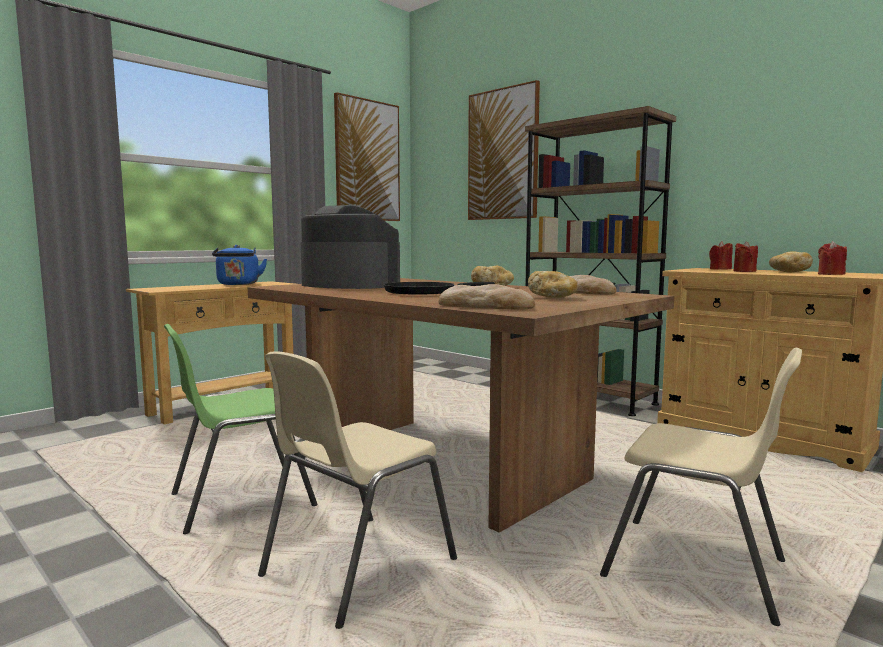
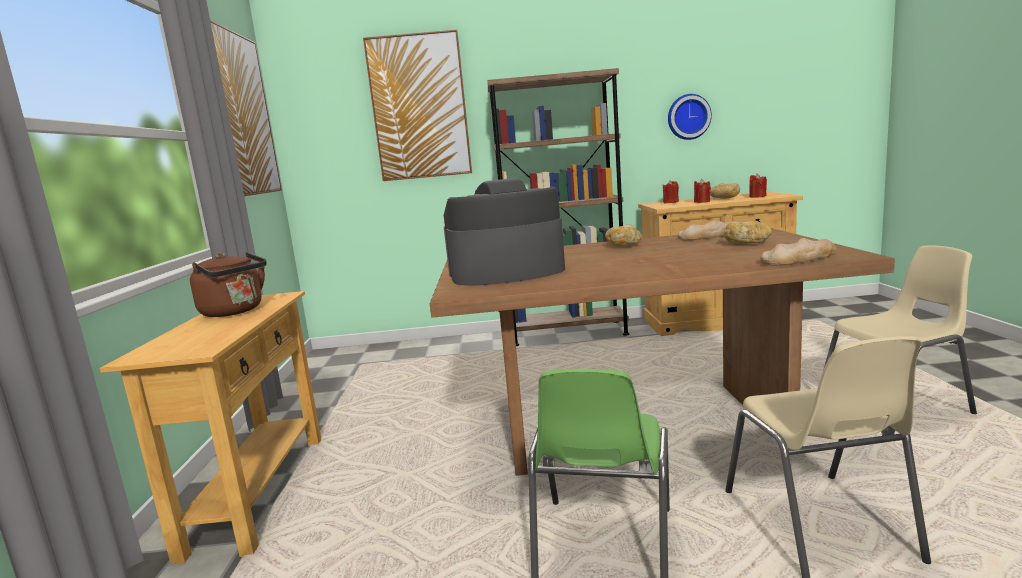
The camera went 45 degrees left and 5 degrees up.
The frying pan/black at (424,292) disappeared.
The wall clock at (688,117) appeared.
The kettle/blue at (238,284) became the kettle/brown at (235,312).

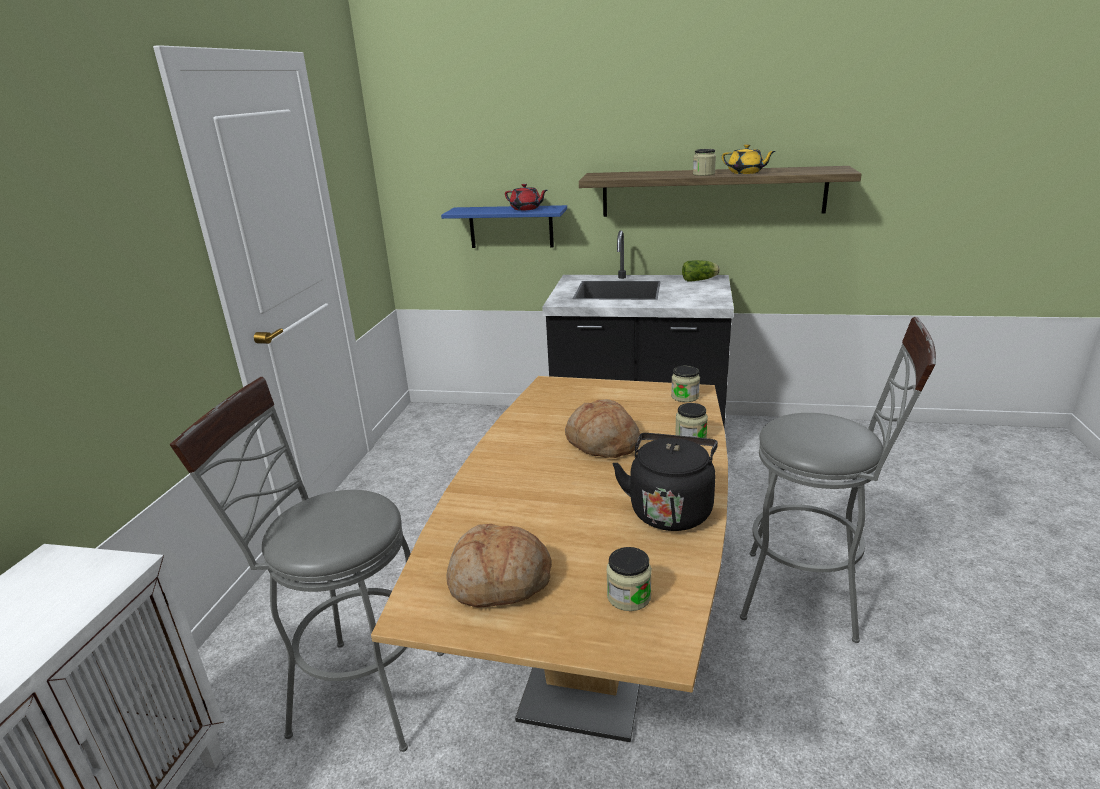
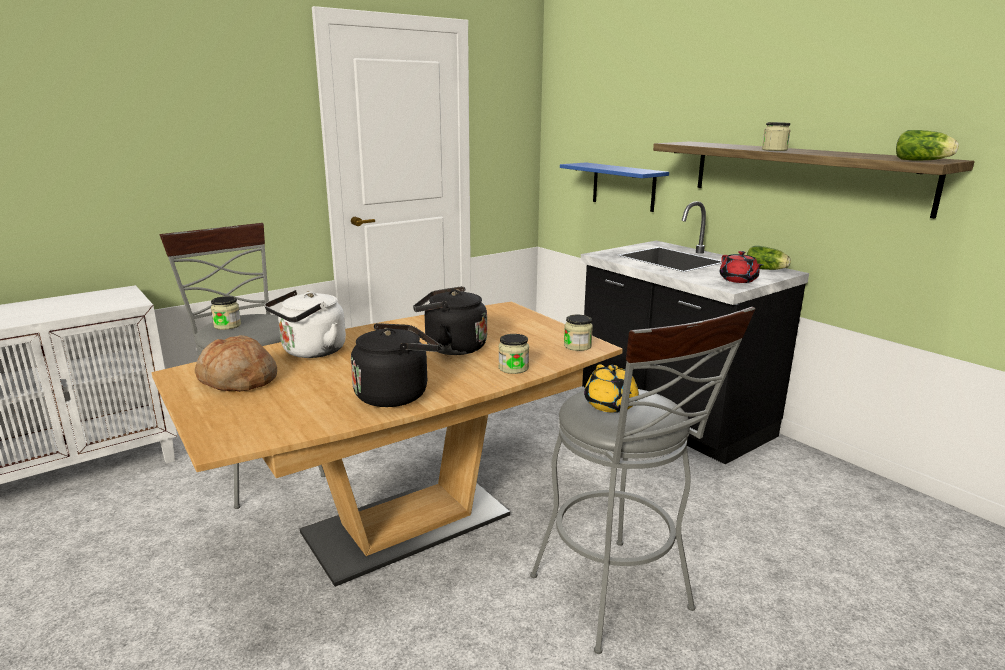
The camera went 40 degrees right and 5 degrees down.
The kettle/white at (311,352) appeared.
The lettuce at (923,160) appeared.
The teapot/red moved from (526,209) to (738,280).
The jar moved from (629,596) to (227,325).
The teapot/yellow moved from (746,173) to (610,405).
The bread at (602,443) was replaced by the kettle/black at (451,347).

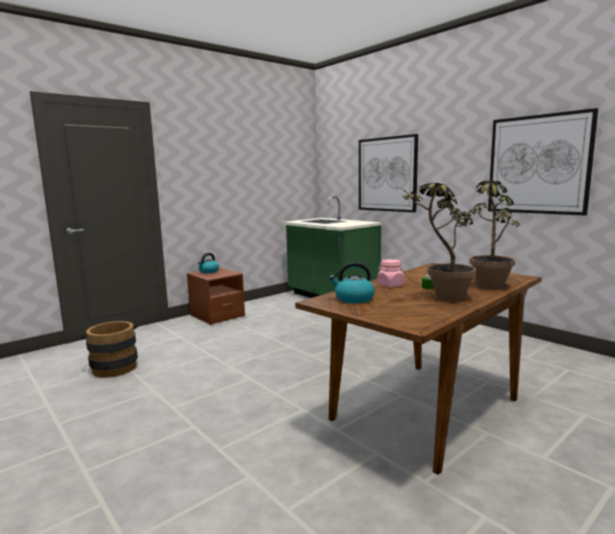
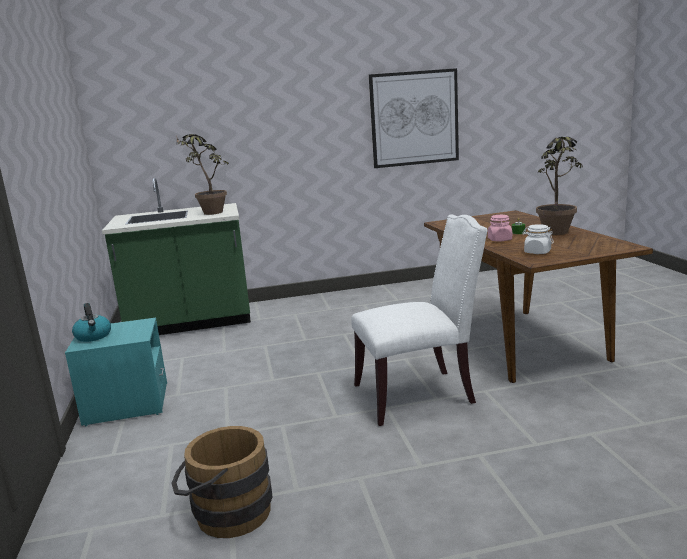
The camera went 60 degrees left and 5 degrees up.
The picture at (387,174) disappeared.
The chair/white at (419,394) appeared.
The potted plant moved from (488,283) to (208,212).
The kettle at (353,299) was replaced by the jar/white at (537,252).
The nightstand/brown at (217,316) became the nightstand/turquoise at (126,404).

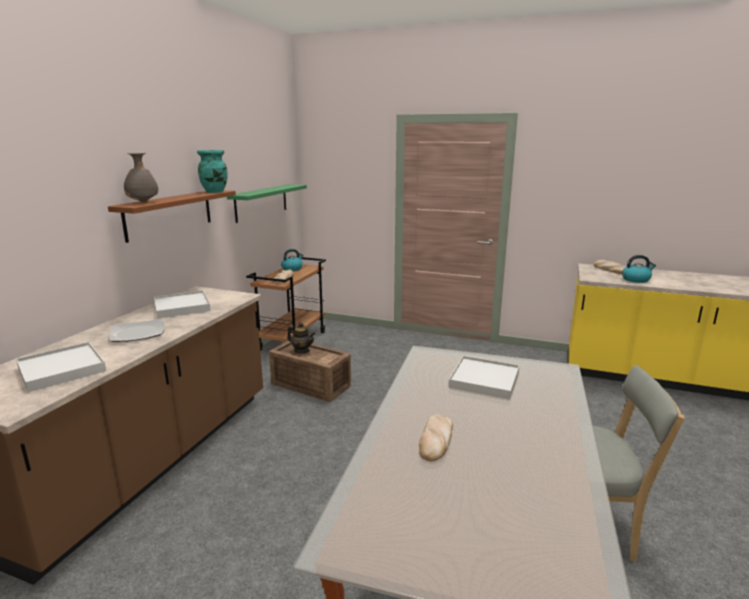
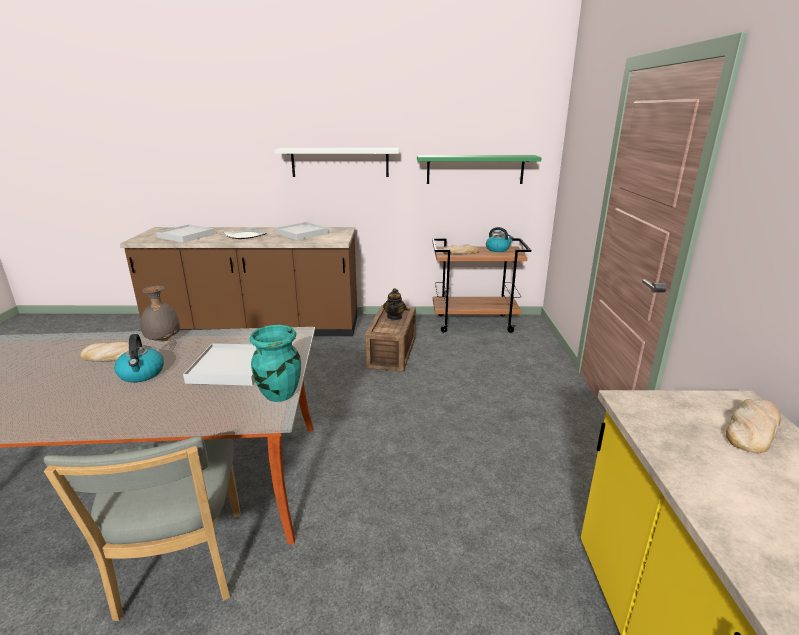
The camera went 70 degrees right and 5 degrees up.
The vase/grey moved from (143,202) to (162,340).
The vase/turquoise moved from (214,191) to (279,394).
The kettle moved from (636,279) to (142,374).
The shelf/brown at (169,214) became the shelf/white at (340,162).

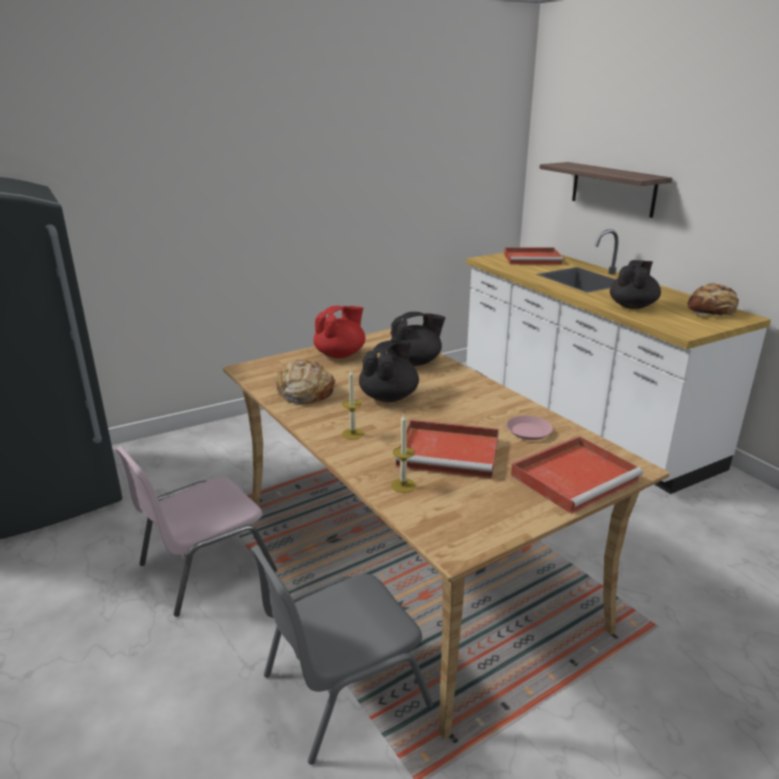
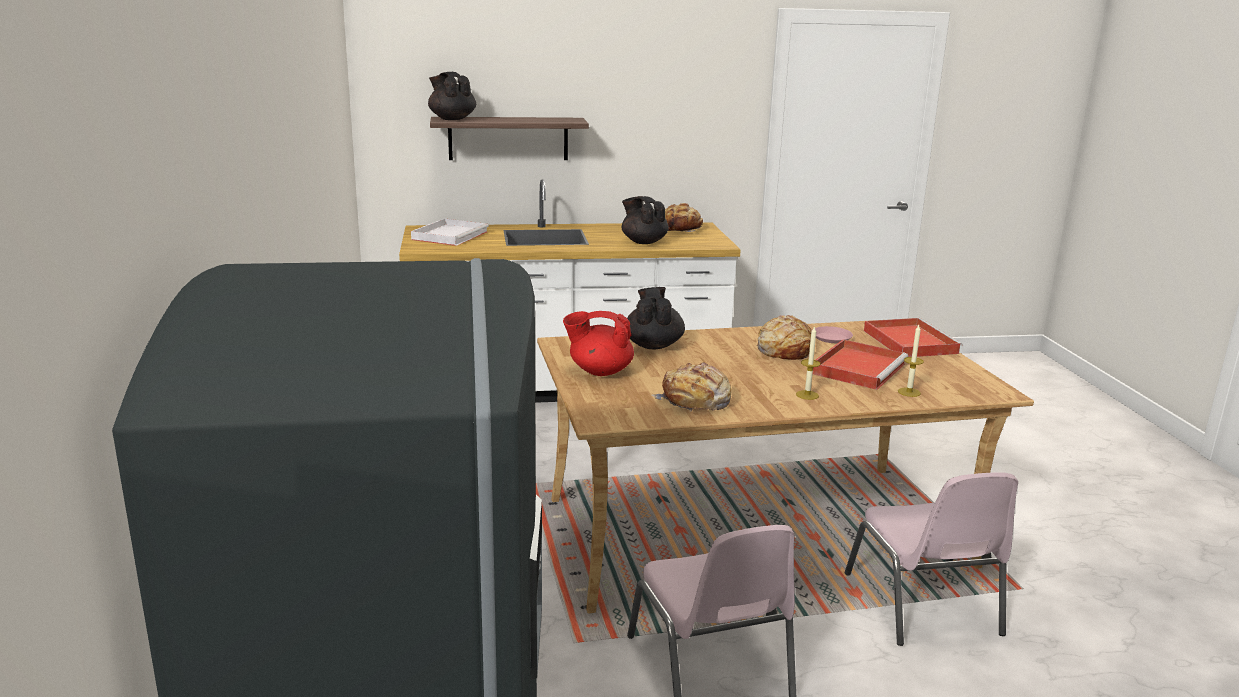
The camera went 70 degrees left and 5 degrees down.
The bread at (784,349) appeared.
The teapot/black moved from (389,397) to (452,119).
The chair/grey at (342,689) became the chair/pink at (923,605).
The tray/red at (533,259) became the tray/white at (450,235).
The teapot/red at (341,354) turned 60 degrees counterclockwise.

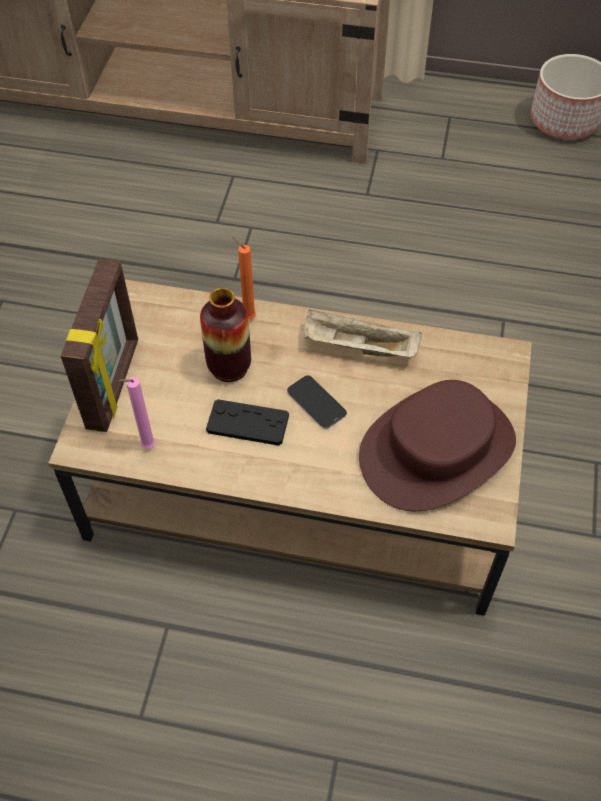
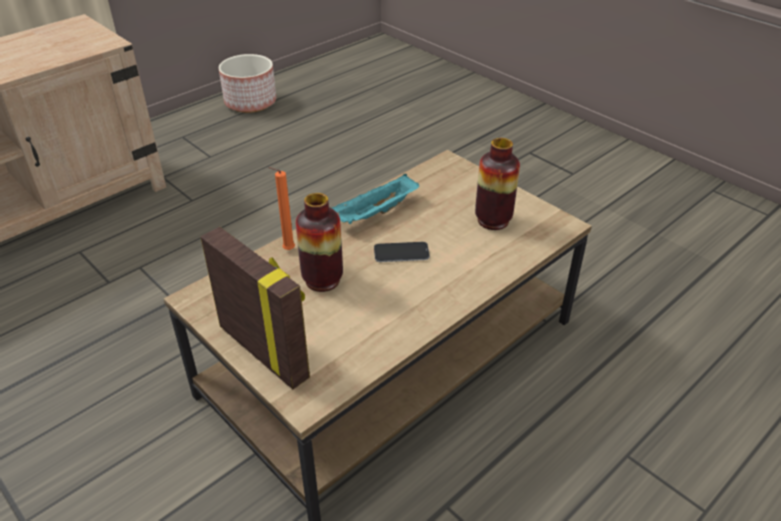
The camera went 55 degrees left and 15 degrees down.
The candle/pink at (146,447) disappeared.
The game controller/black at (248,423) disappeared.
The hat/brown at (437,450) was replaced by the vase at (493,220).
The tray/beige at (358,348) became the tray/turquoise at (375,214).

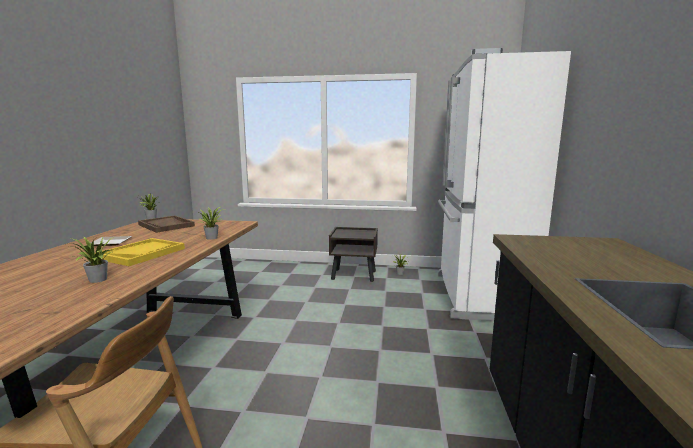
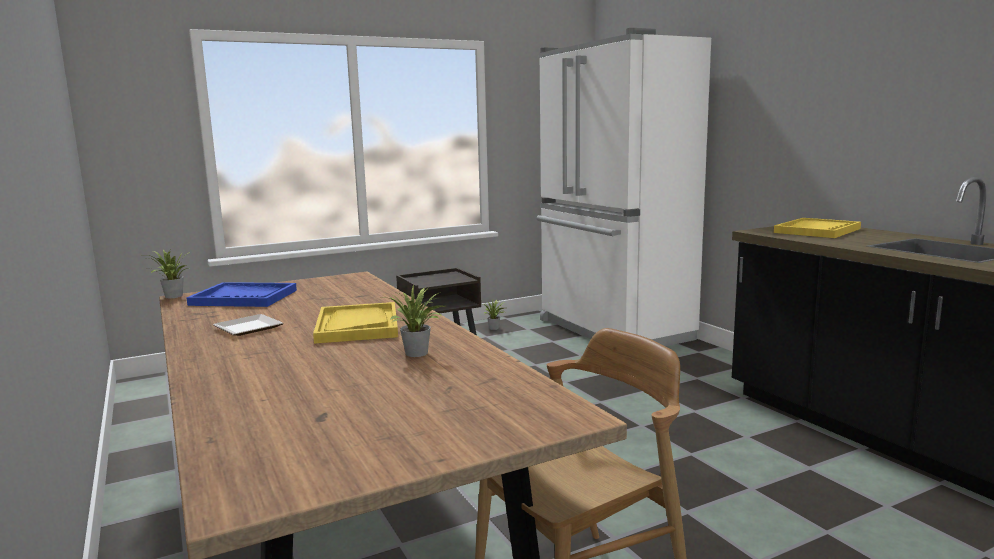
The camera went 35 degrees left and 0 degrees up.
The potted plant at (212,237) disappeared.
The tray/yellow at (817,230) appeared.
The tray/brown at (166,225) became the tray/blue at (244,297).

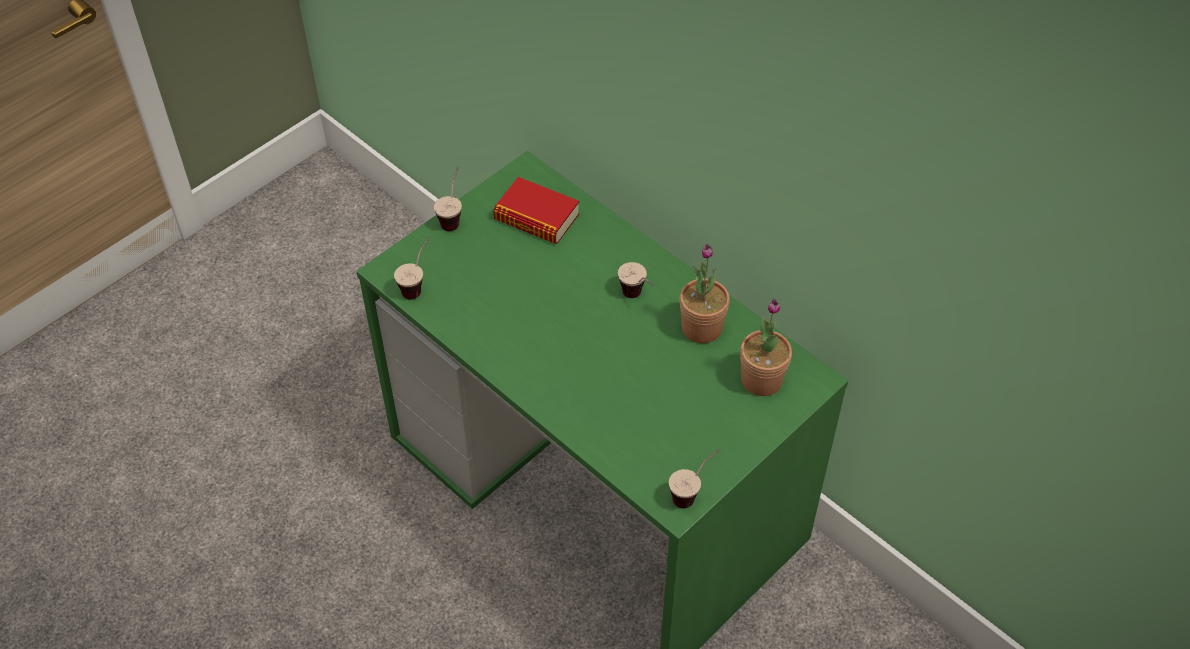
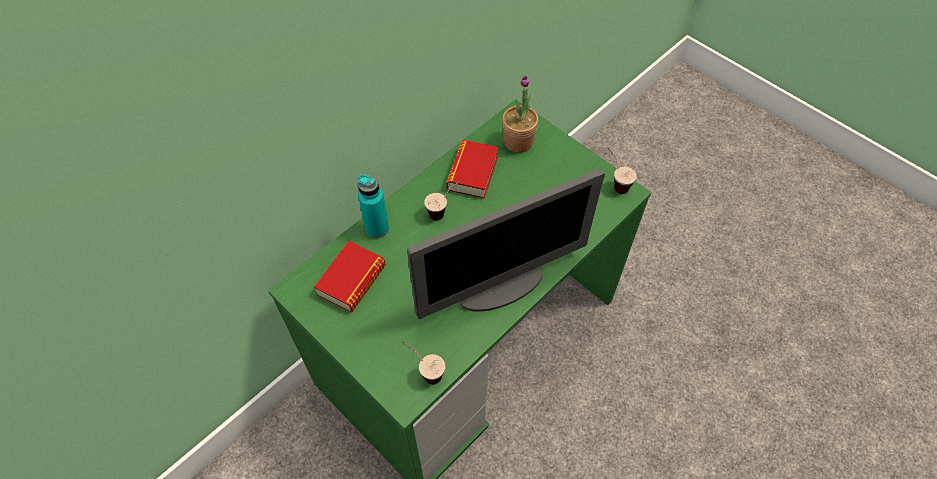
The camera went 90 degrees left and 5 degrees up.
The cup at (453,216) disappeared.
The bottle/turquoise at (377,228) appeared.
The monitor at (502,286) appeared.
The potted plant at (701,328) was replaced by the book at (472,173).

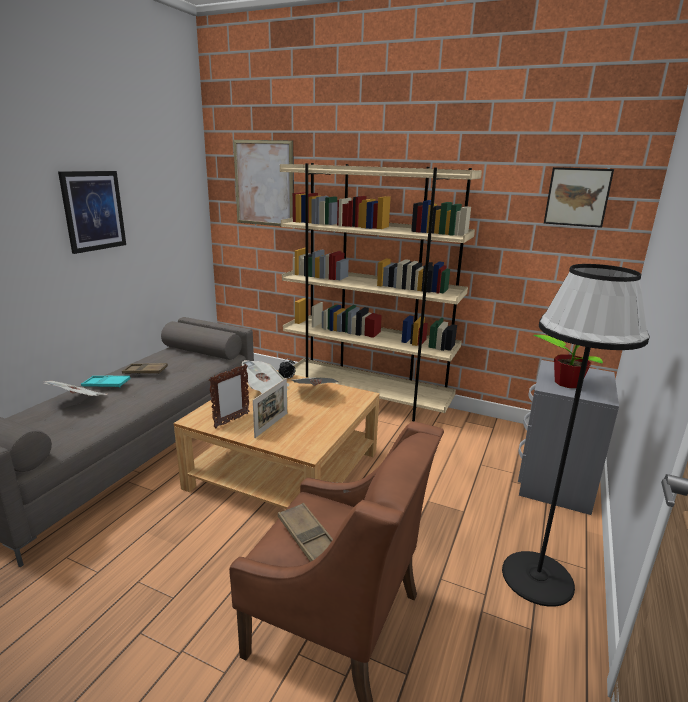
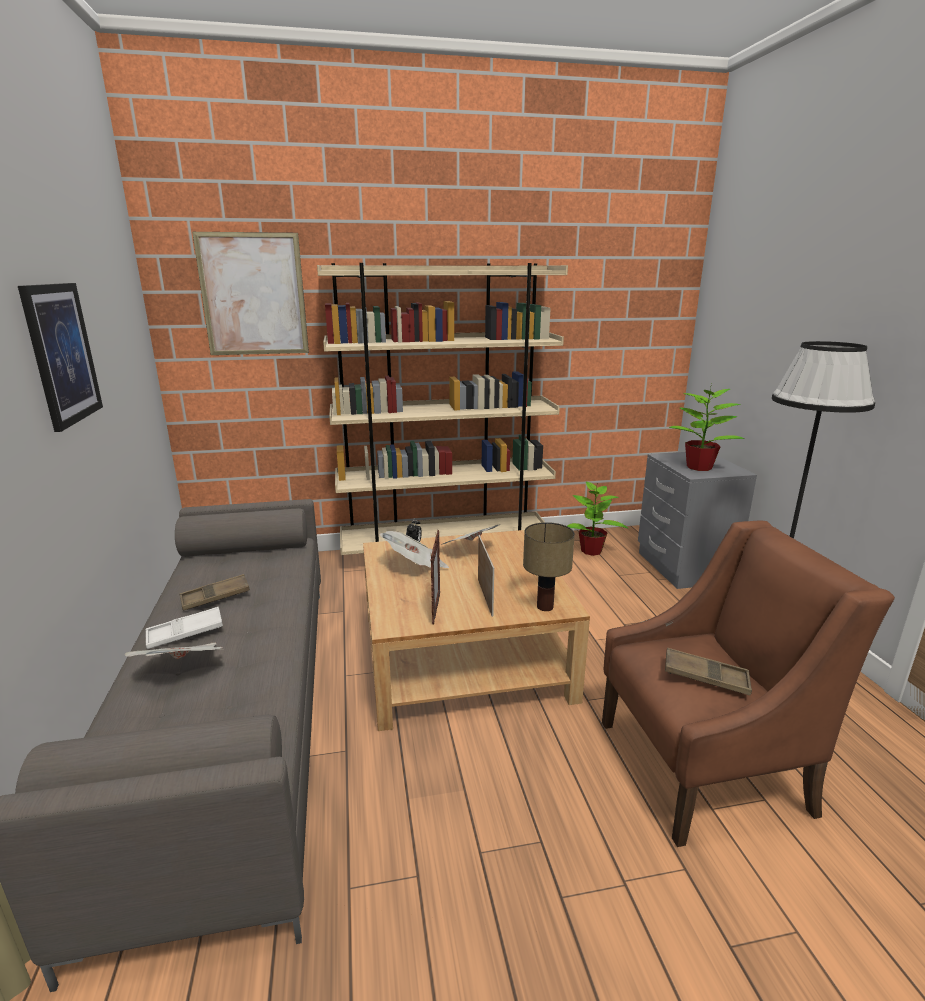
The camera went 35 degrees left and 0 degrees up.
The picture at (577,197) disappeared.
The table lamp at (546,607) appeared.
The potted plant at (591,551) appeared.
The tray/turquoise at (106,384) became the tray/white at (185,633).

